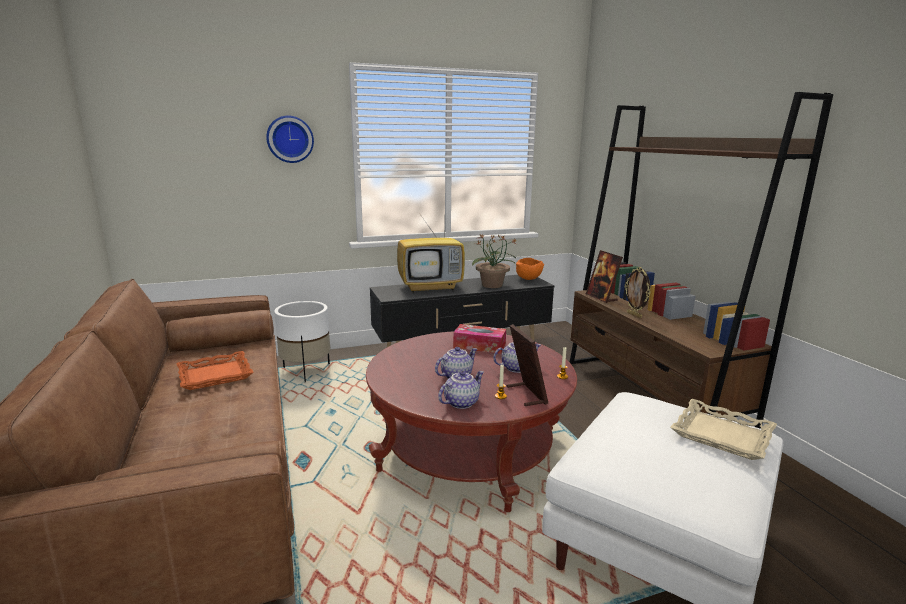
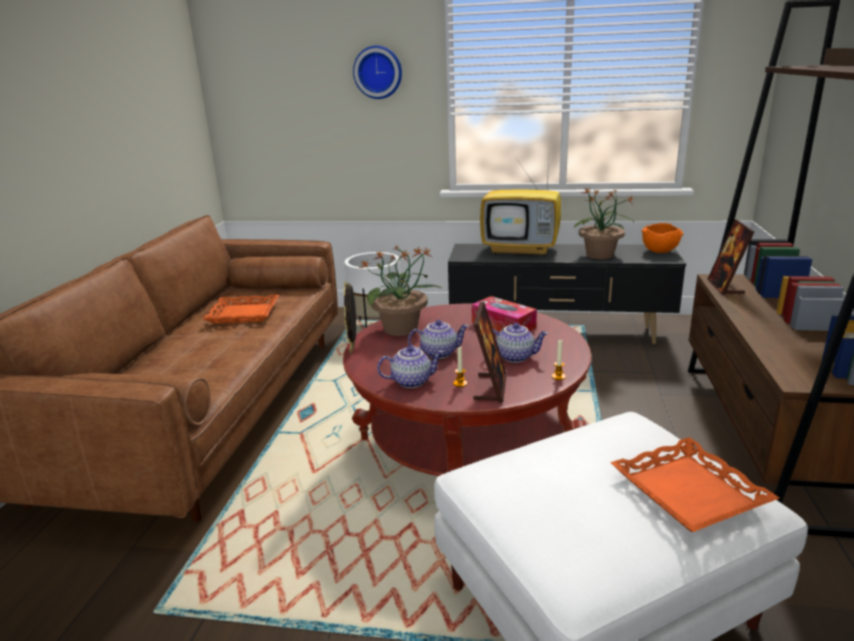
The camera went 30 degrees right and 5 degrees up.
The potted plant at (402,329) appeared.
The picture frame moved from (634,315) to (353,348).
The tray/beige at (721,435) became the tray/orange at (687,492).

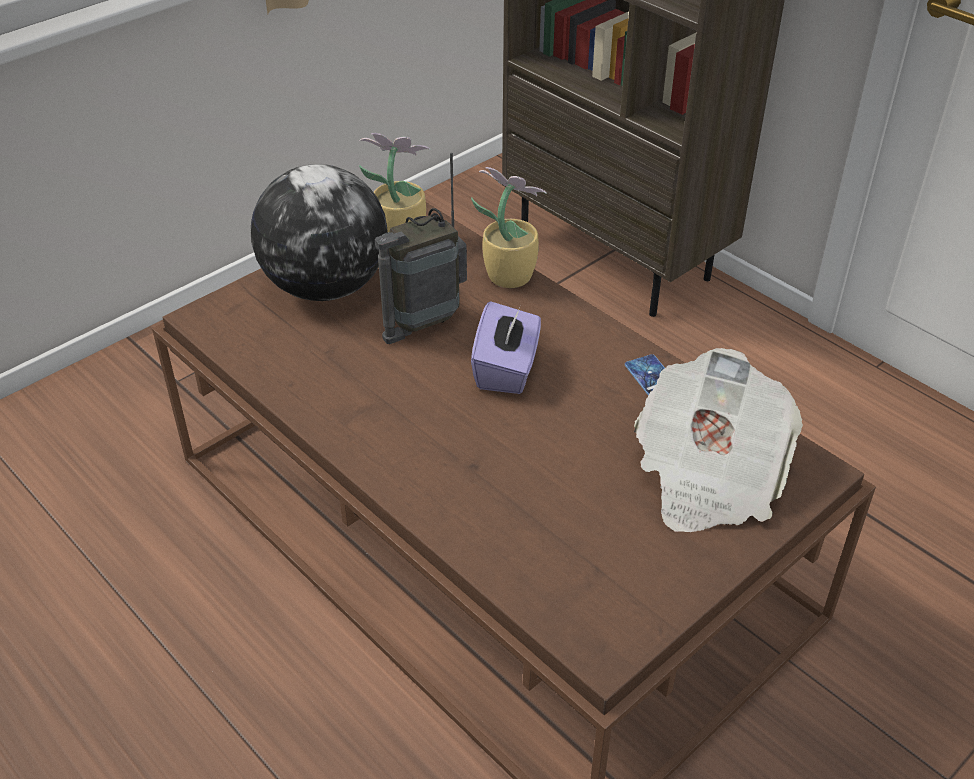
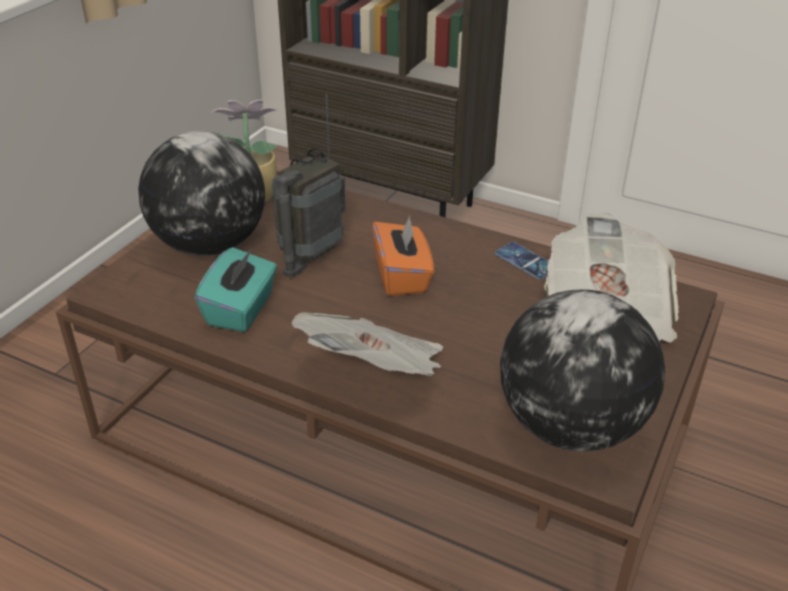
The camera went 20 degrees left and 5 degrees down.
The potted plant at (508,275) disappeared.
The tissue box/turquoise at (241,310) appeared.
The newspaper at (375,372) appeared.
The globe at (570,427) appeared.
The tissue box/purple at (506,369) became the tissue box/orange at (402,276).

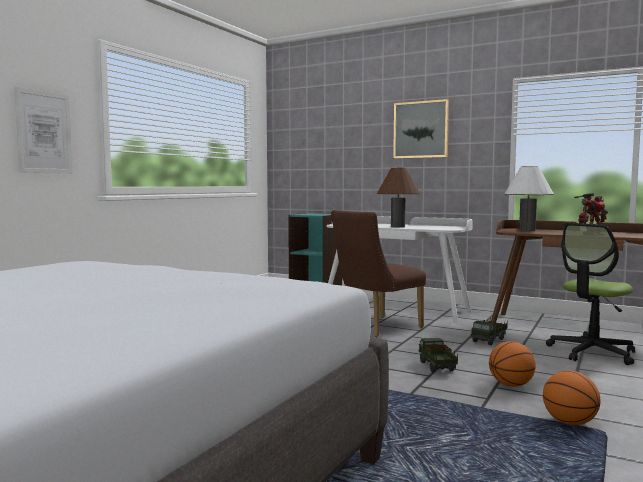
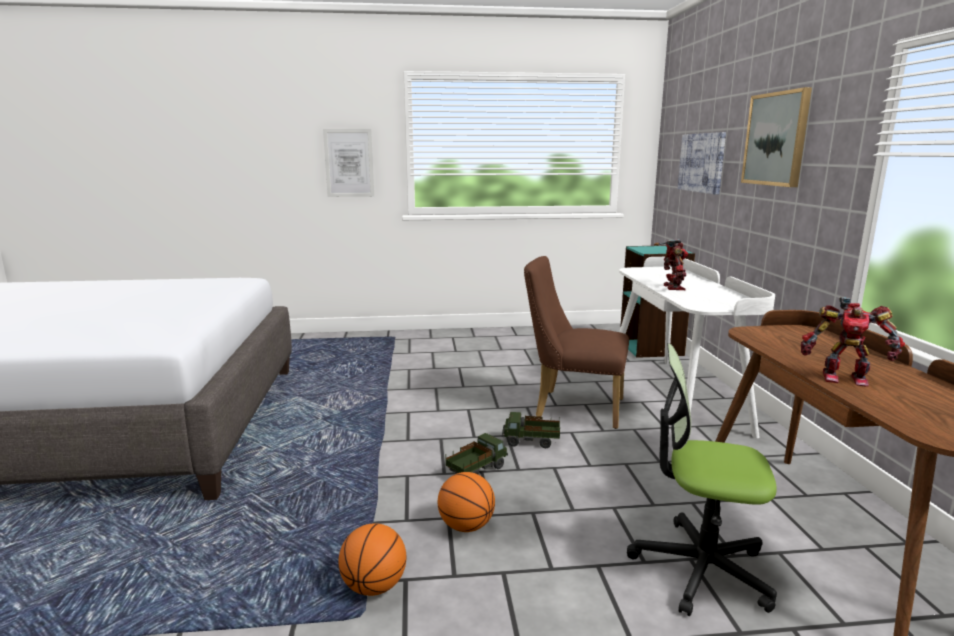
The camera went 55 degrees right and 10 degrees up.
The table lamp/white at (527,230) disappeared.
The picture at (702,162) appeared.
The toy truck moved from (489,340) to (531,442).
The table lamp/brown at (397,227) was replaced by the toy robot at (672,287).

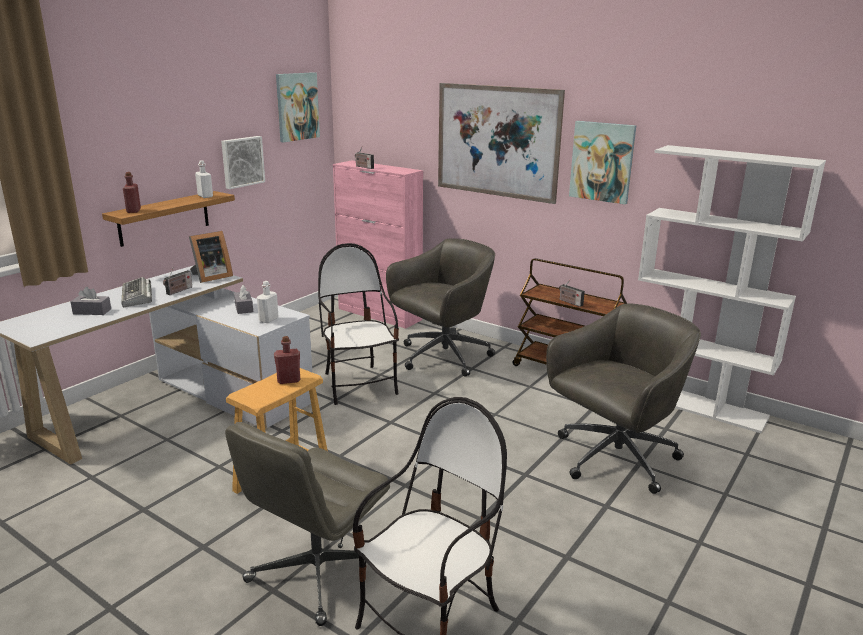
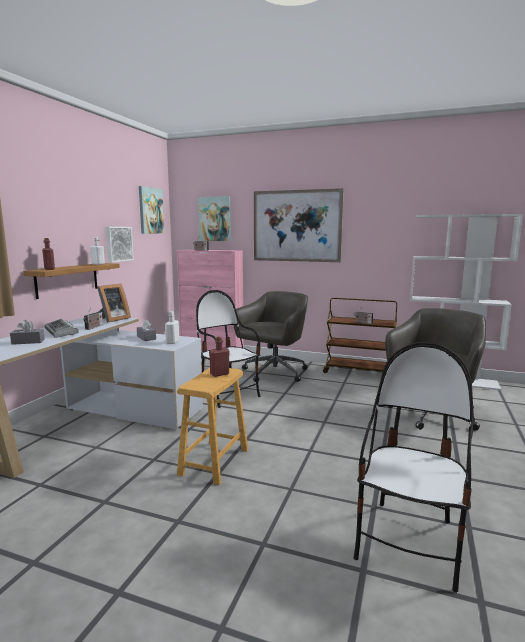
The camera went 15 degrees left and 10 degrees down.
The office chair/grey at (316,573) disappeared.
The picture moved from (602,162) to (215,219).

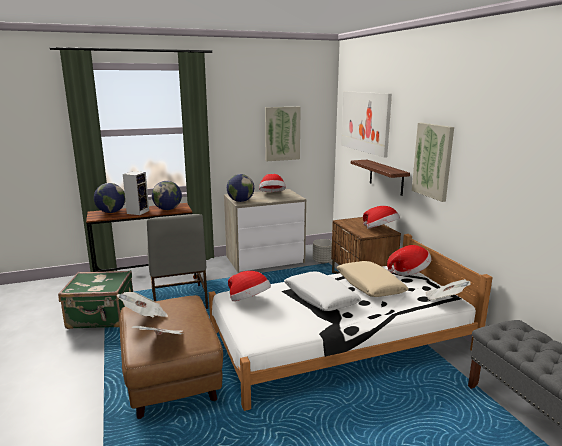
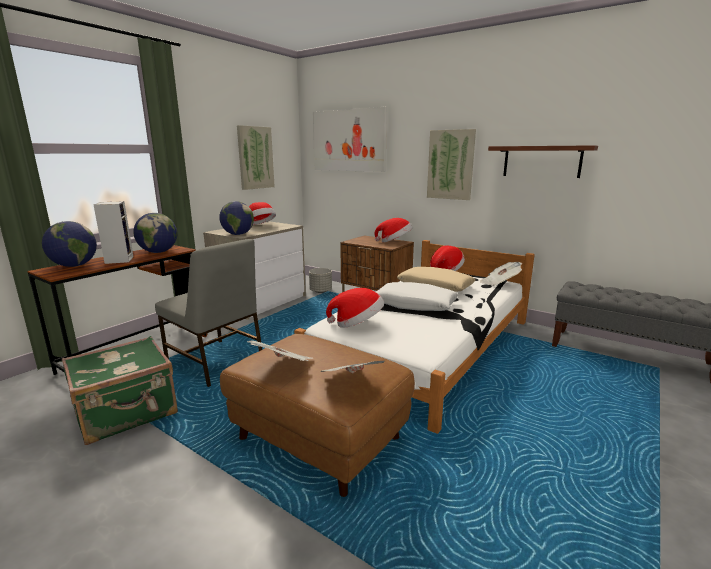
The camera went 35 degrees left and 0 degrees up.
The shelf moved from (386,177) to (541,161).

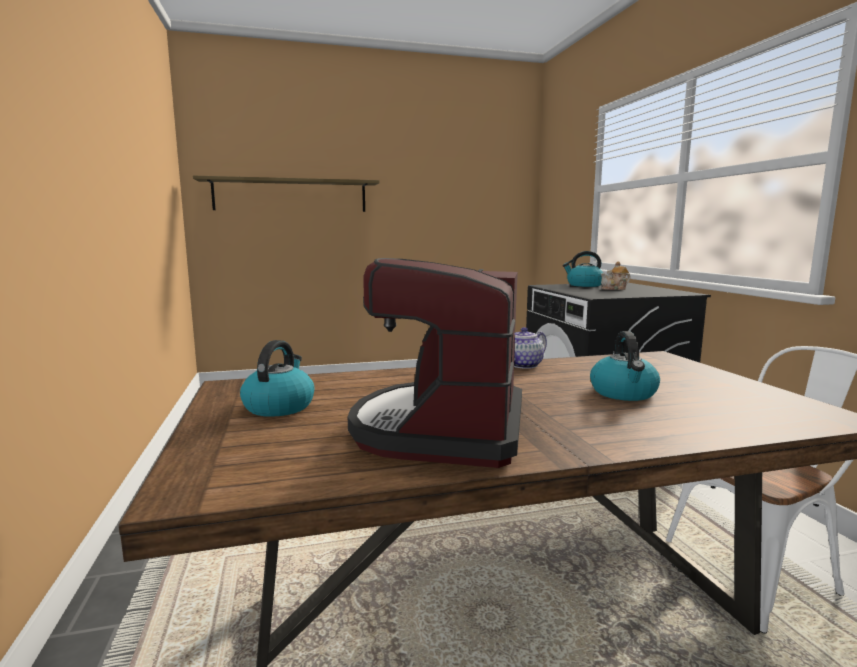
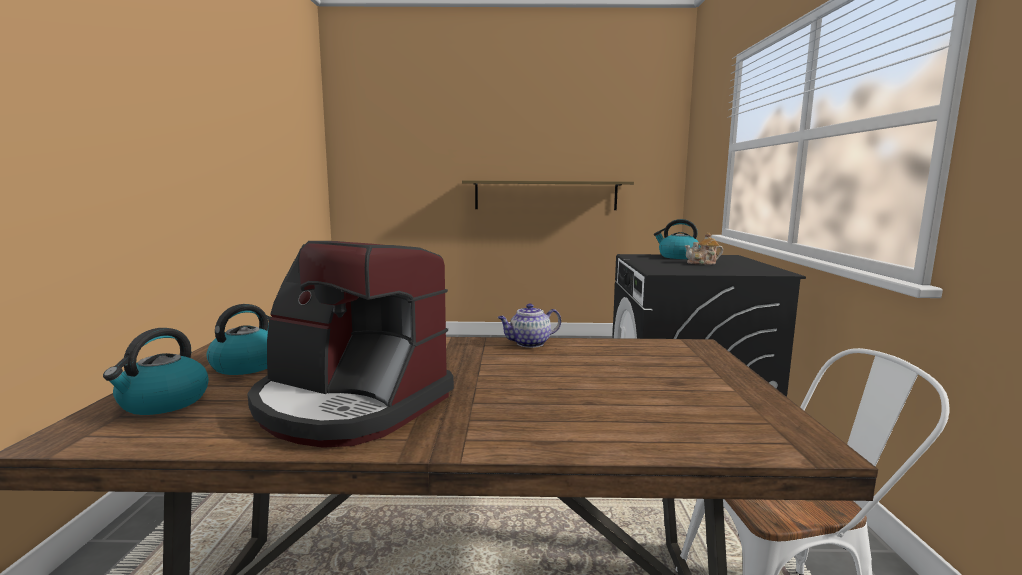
The camera went 15 degrees right and 0 degrees up.
The shelf moved from (290,195) to (546,195).
The kettle moved from (624,393) to (163,403).
The coffee machine at (442,429) turned 90 degrees counterclockwise.

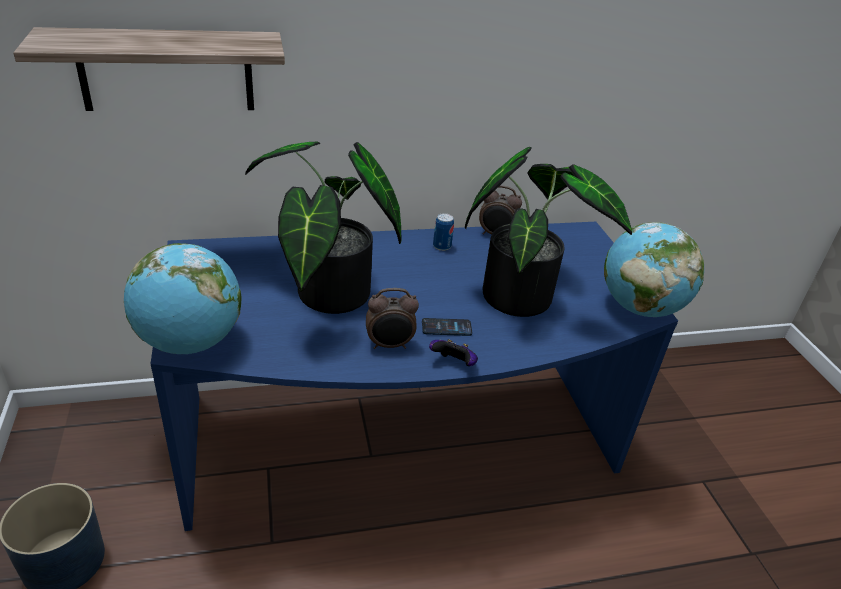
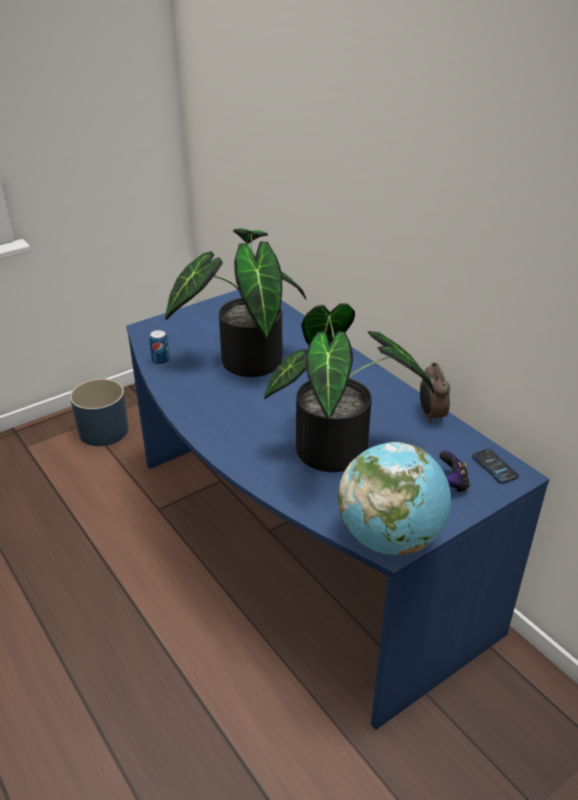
The camera went 70 degrees right and 0 degrees up.
The shelf at (167,70) disappeared.
The globe at (190,342) disappeared.
The alarm clock at (390,345) disappeared.
The phone moved from (446,328) to (494,467).
The game controller moved from (454,364) to (453,483).
The can moved from (442,246) to (161,361).

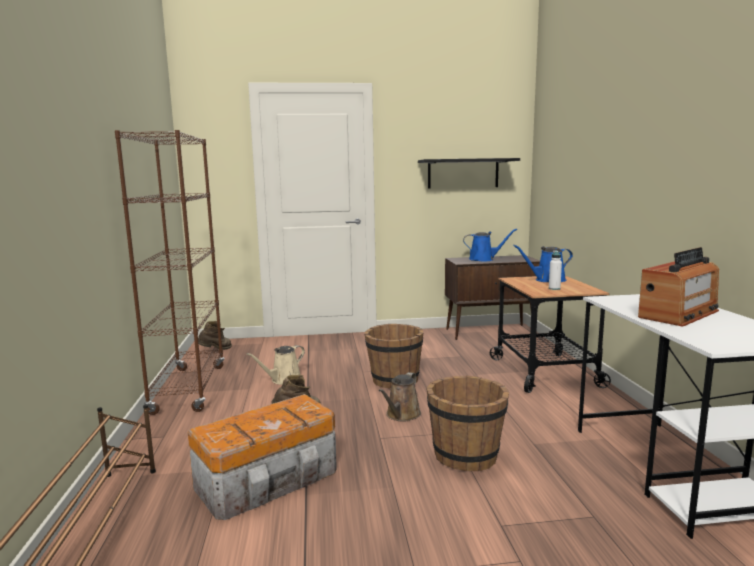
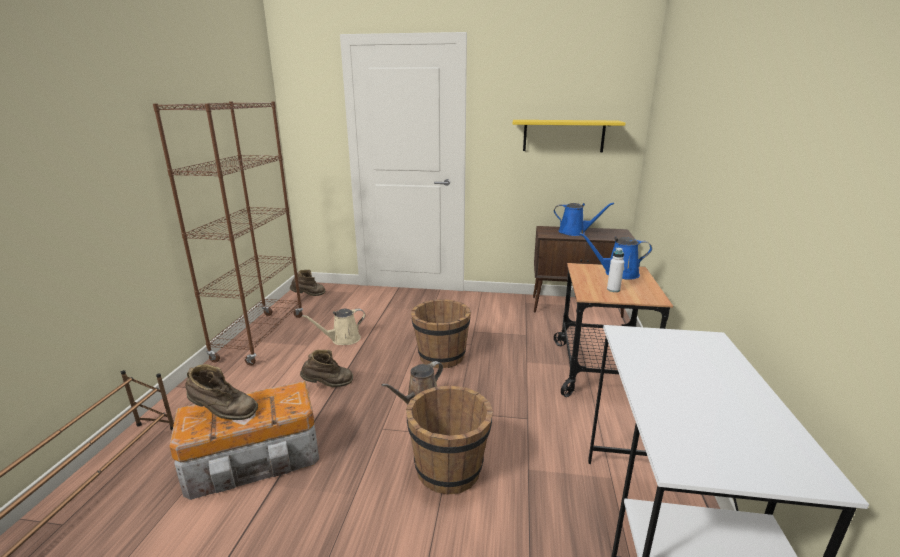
The camera went 15 degrees right and 10 degrees up.
The radio at (678,314) disappeared.
The boot/brown at (223,413) appeared.
The shelf/black at (463,173) became the shelf/yellow at (563,136).

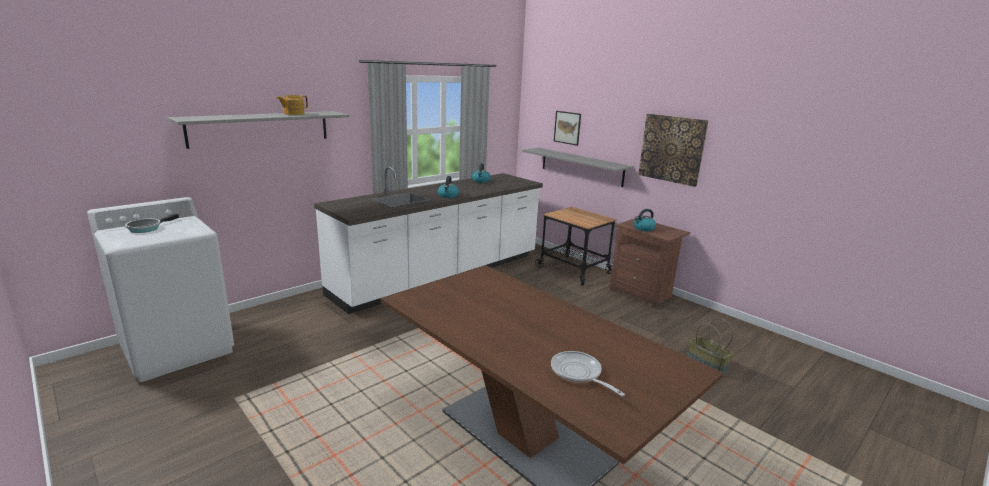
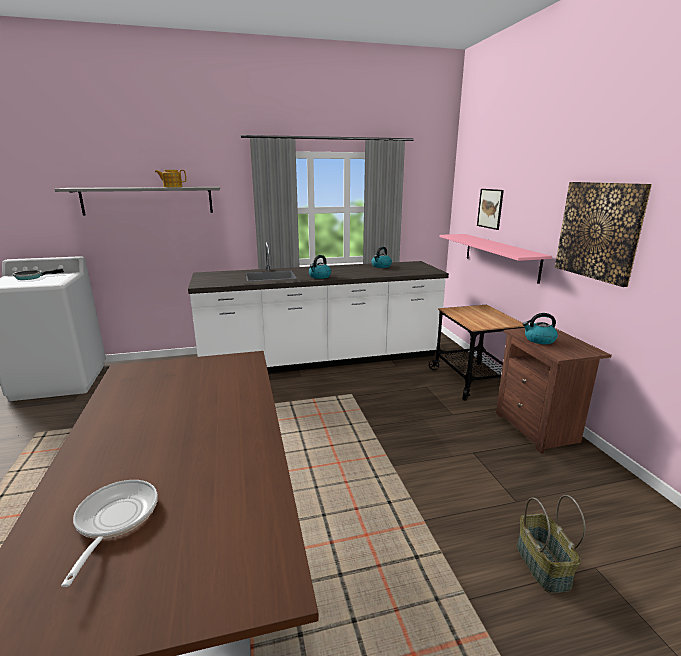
The camera went 30 degrees right and 0 degrees up.
The shelf/grey at (581,166) became the shelf/pink at (500,256).

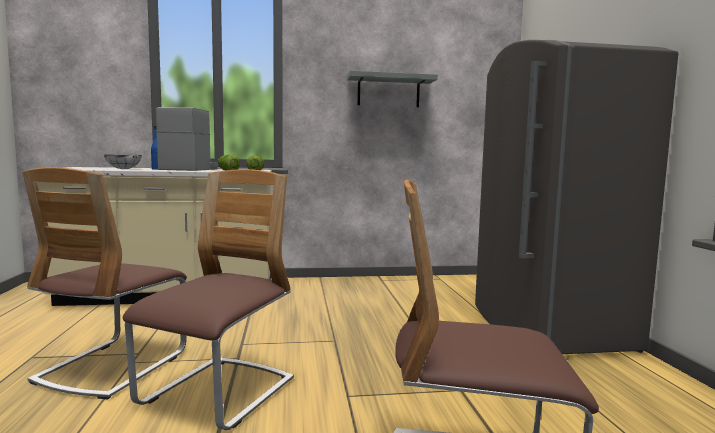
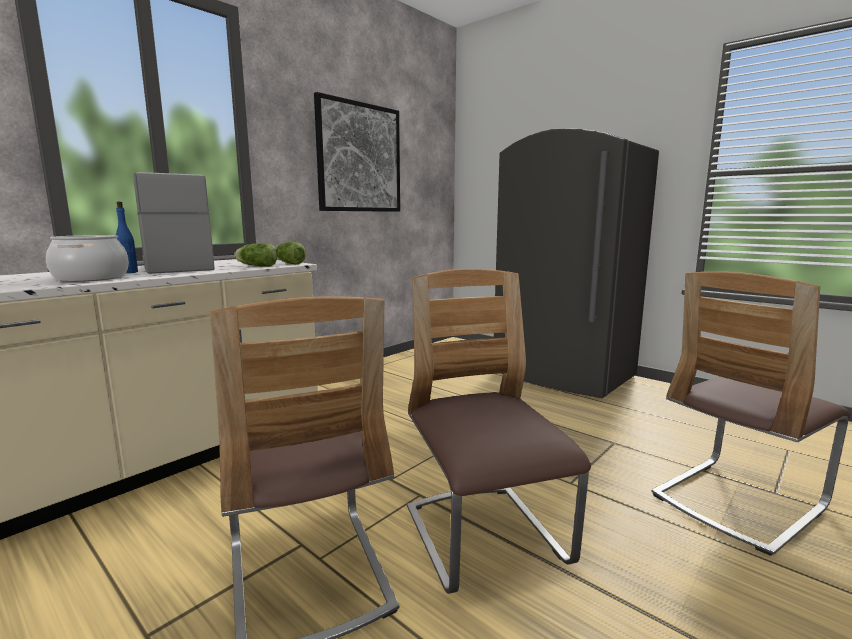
The camera went 40 degrees left and 5 degrees up.
The bowl/white at (126,169) was replaced by the cooking pot at (91,278).
The shelf/grey at (388,91) was replaced by the picture at (359,158).

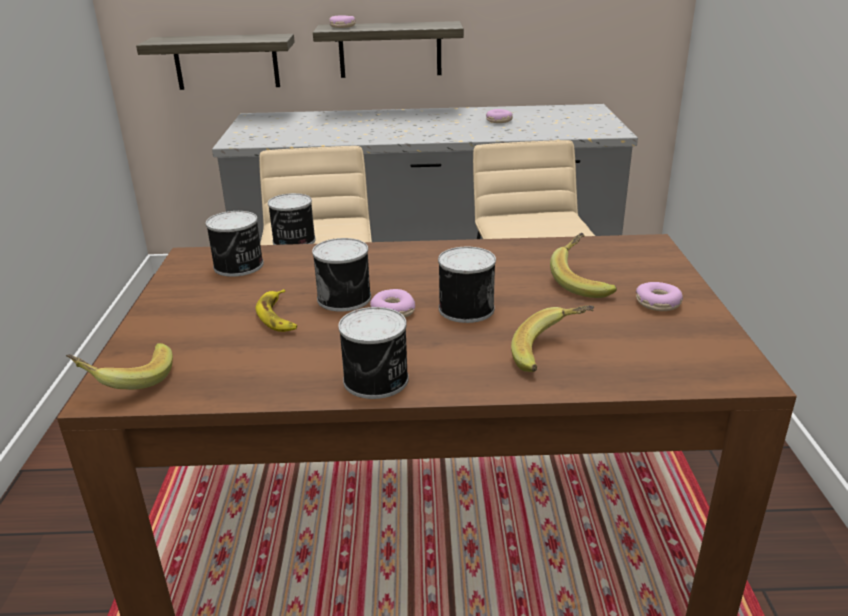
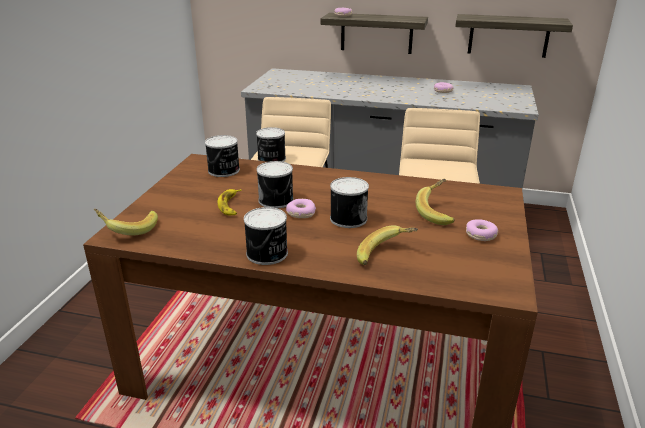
The camera went 15 degrees right and 0 degrees up.
The shelf moved from (226,62) to (508,36).

